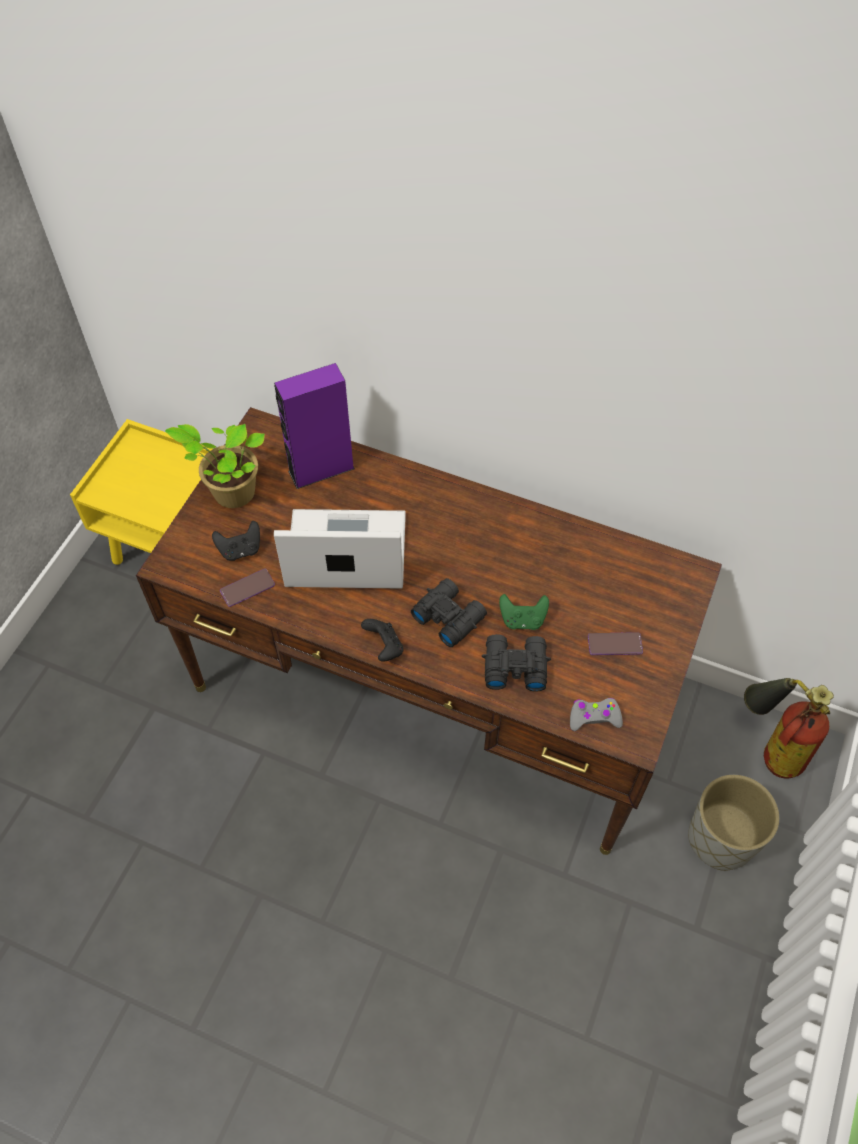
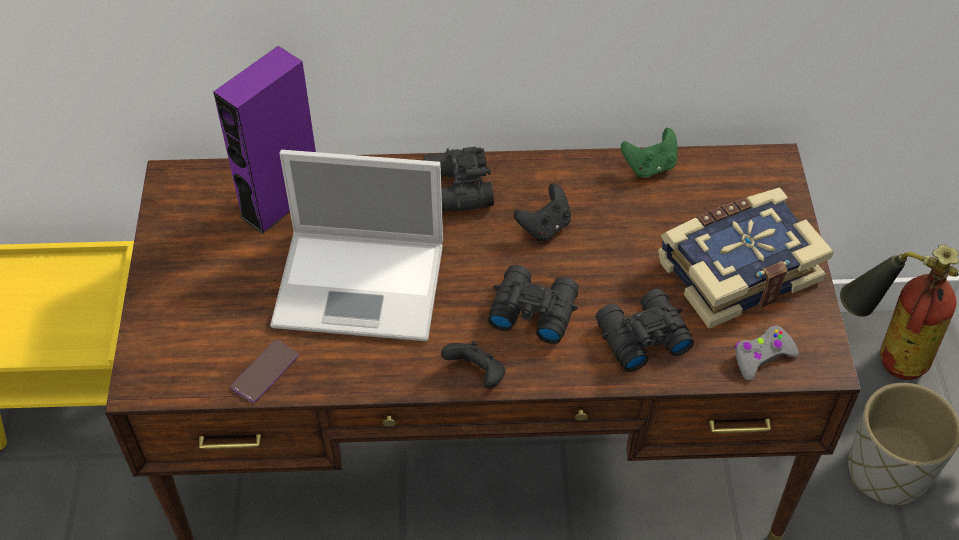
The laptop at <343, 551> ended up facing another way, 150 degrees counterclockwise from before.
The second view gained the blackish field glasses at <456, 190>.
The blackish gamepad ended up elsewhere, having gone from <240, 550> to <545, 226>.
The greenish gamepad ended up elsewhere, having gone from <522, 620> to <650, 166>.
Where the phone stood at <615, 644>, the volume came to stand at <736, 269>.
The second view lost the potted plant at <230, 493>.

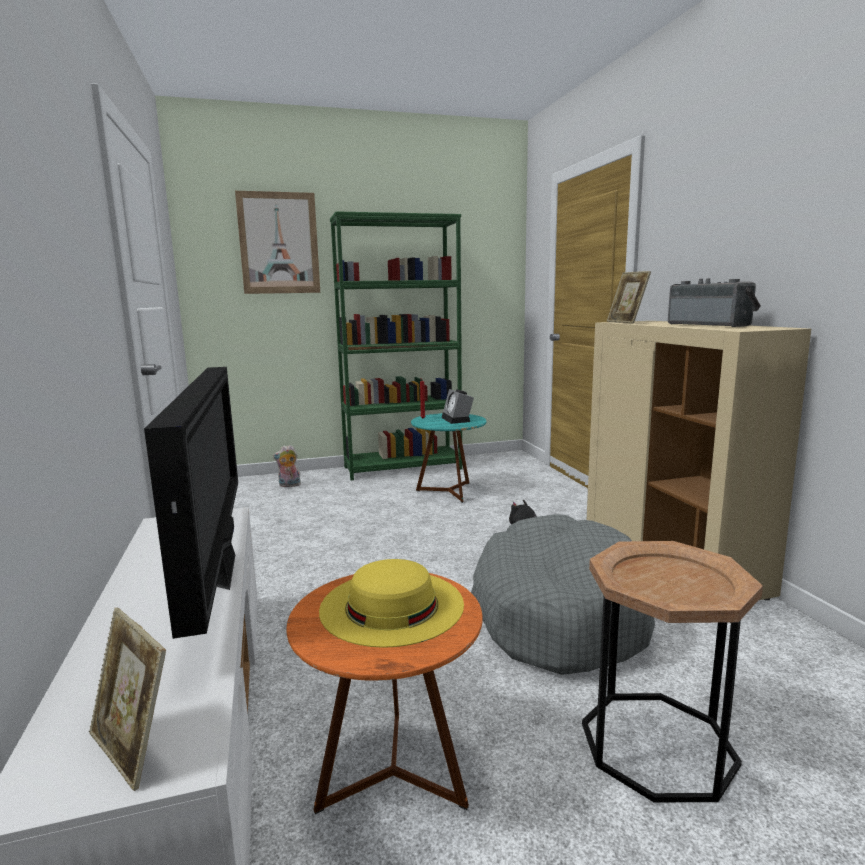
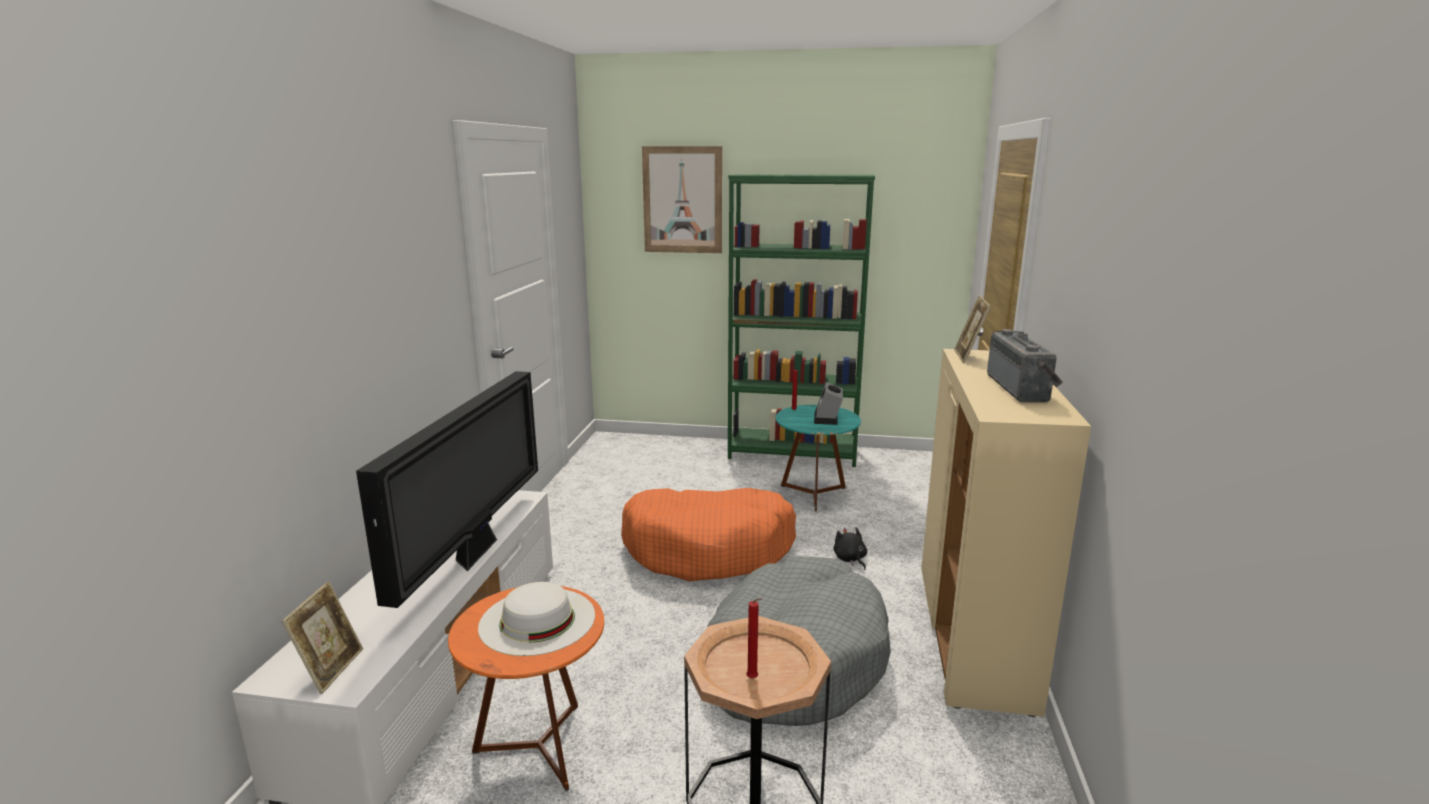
The picture frame at <134, 748> ended up facing another way, 150 degrees counterclockwise from before.
What was the yellow hat at <392, 605> turned into the white hat at <537, 620>.
The second view gained the orange-coloured pet bed at <709, 549>.
The second view gained the red candle at <753, 679>.
The second view lost the cuddly toy at <289, 485>.

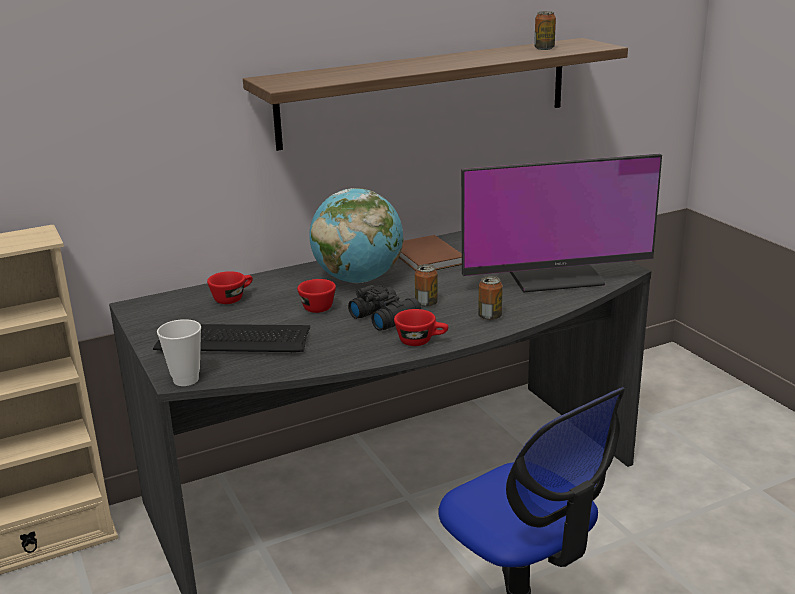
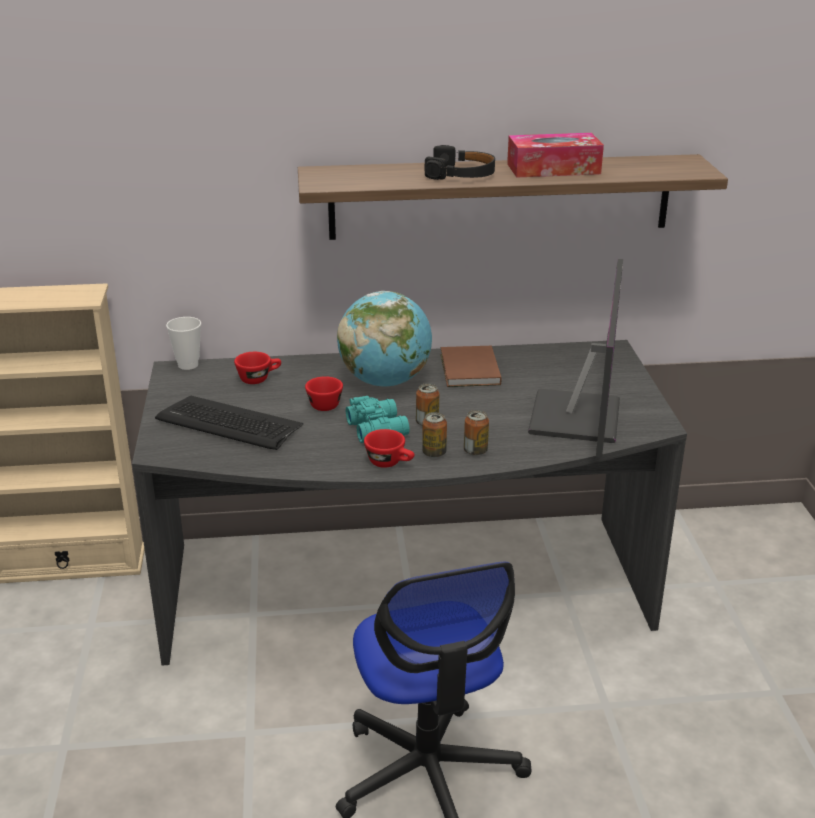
The cup ended up elsewhere, having gone from <186, 380> to <188, 365>.
What was the blackish field glasses at <385, 316> turned into the turquoise field glasses at <378, 428>.
The sealed can ended up elsewhere, having gone from <544, 48> to <434, 453>.
The second view gained the blackish headset at <461, 174>.
The second view gained the tissue holder at <553, 169>.
The computer display at <553, 275> ended up facing another way, 90 degrees counterclockwise from before.

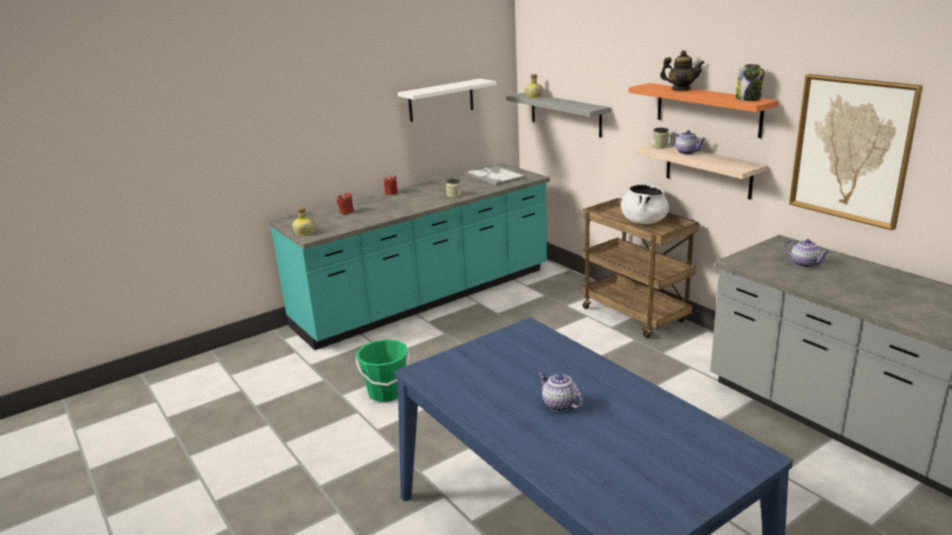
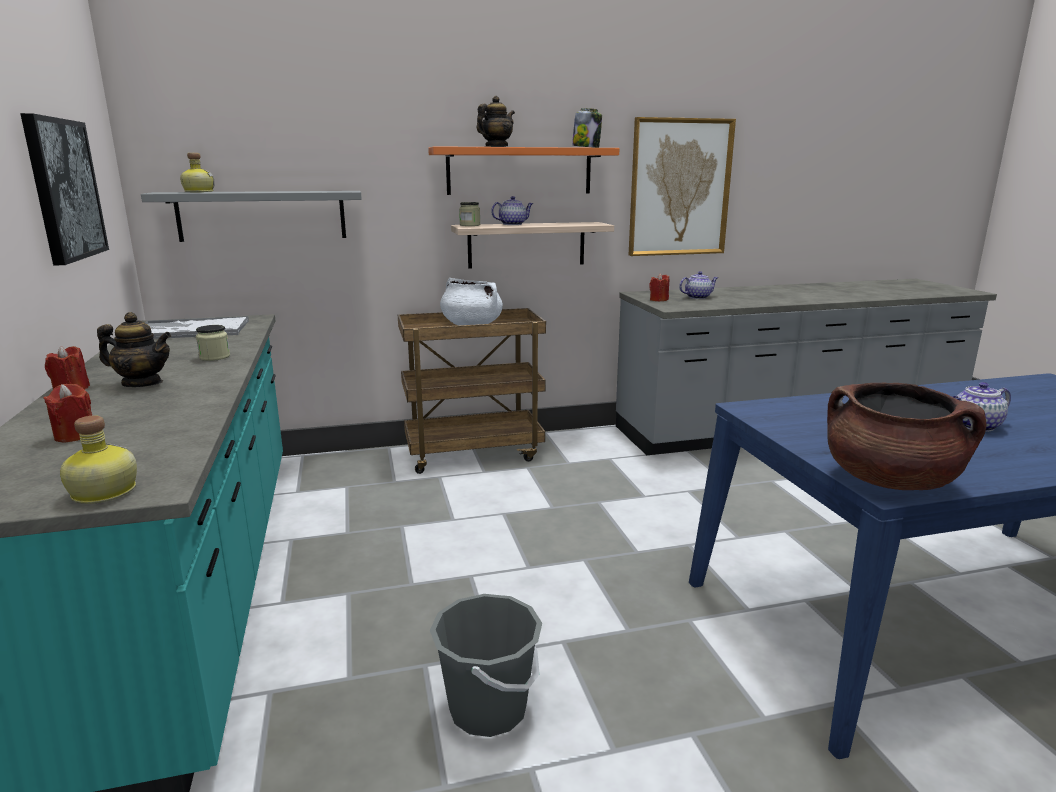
Where the white wall shelf hung at <441, 100>, the wall art came to hang at <64, 189>.
The second view gained the tea pot at <142, 383>.
What was the greenish pail at <386, 392> turned into the greyish pail at <488, 709>.
The second view gained the red candle at <658, 300>.
The second view gained the brownish cooking pot at <890, 481>.

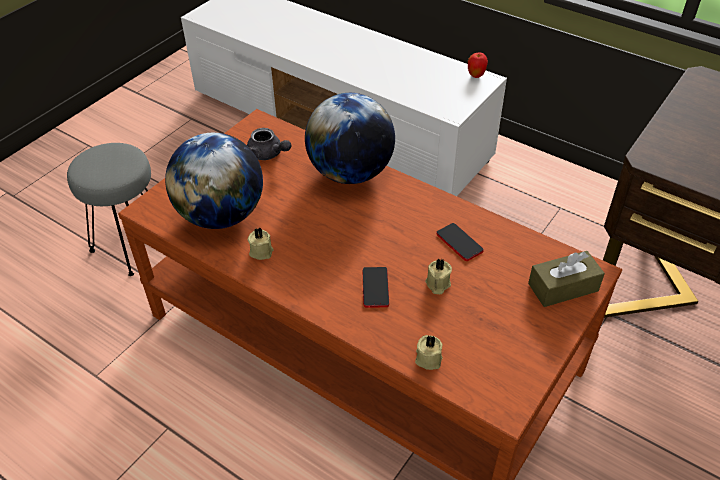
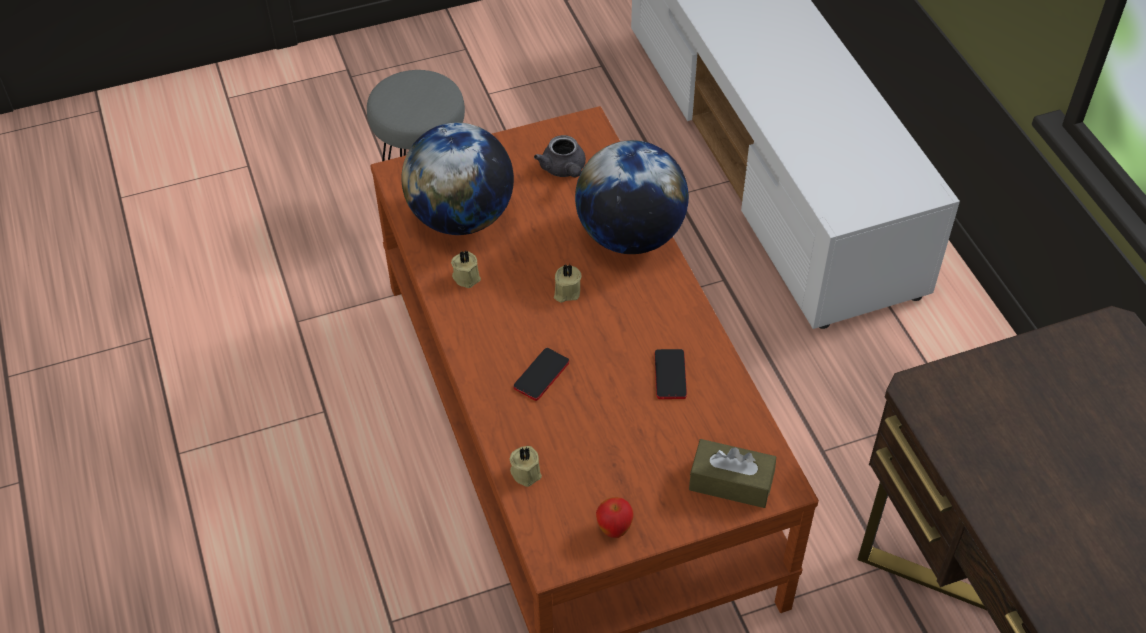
The sand-coloured candle ended up elsewhere, having gone from <437, 284> to <566, 292>.
The apple fruit ended up elsewhere, having gone from <476, 75> to <614, 530>.

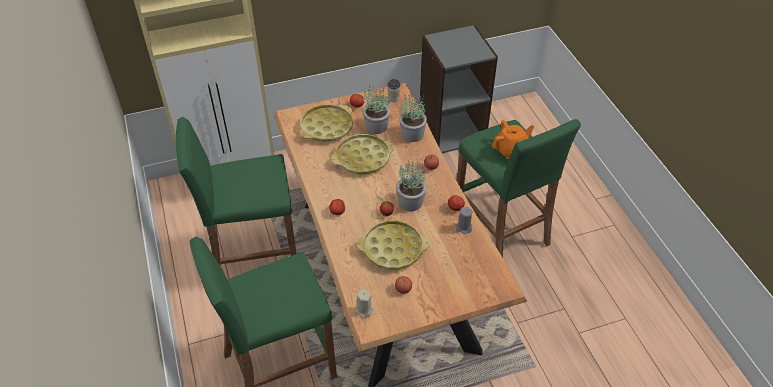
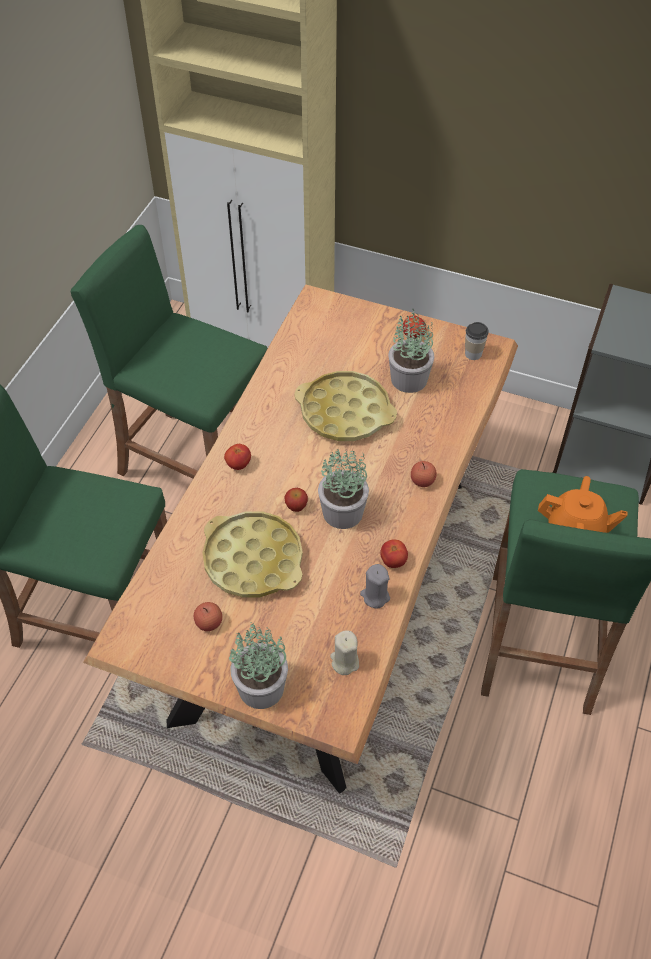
The potted plant ended up elsewhere, having gone from <412, 134> to <262, 687>.
The sand-coloured candle ended up elsewhere, having gone from <364, 310> to <344, 661>.
The second view lost the yellow carrying tray at <326, 127>.

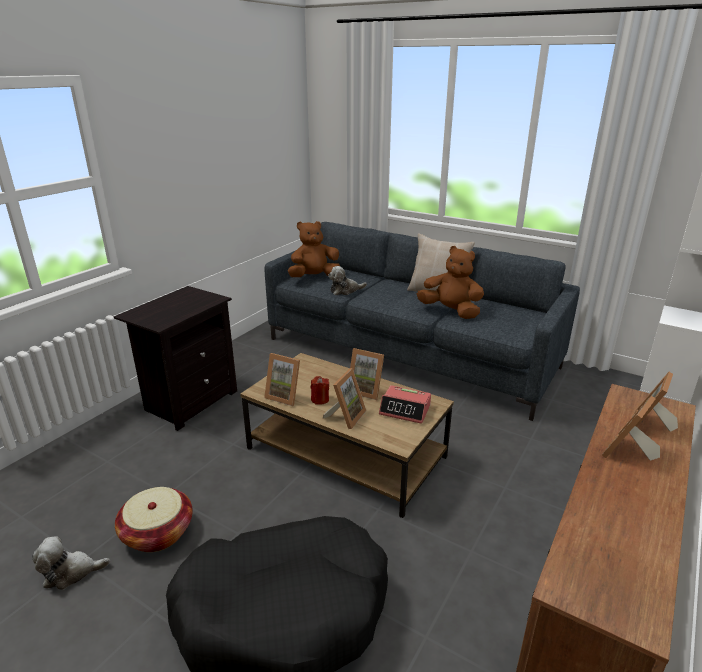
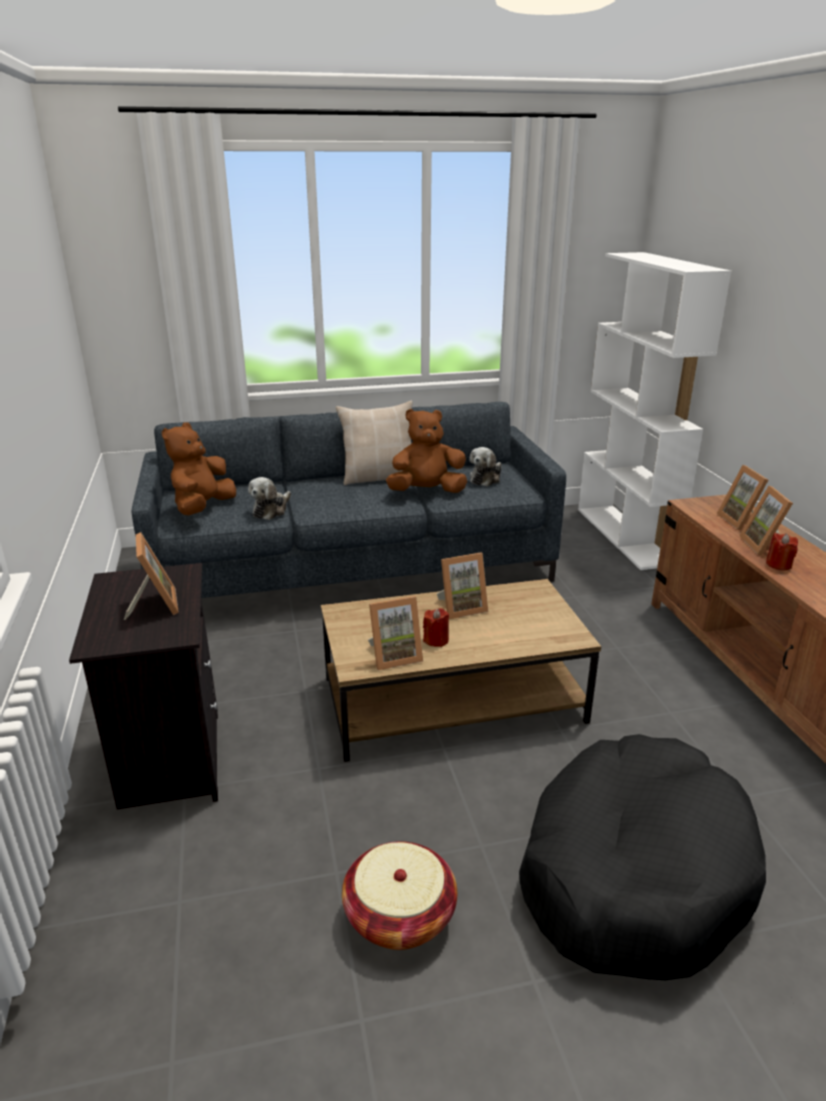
The picture frame ended up elsewhere, having gone from <346, 416> to <154, 605>.
The cuddly toy ended up elsewhere, having gone from <71, 572> to <486, 478>.
The second view gained the red candle at <778, 564>.
The second view lost the bedside clock at <405, 410>.

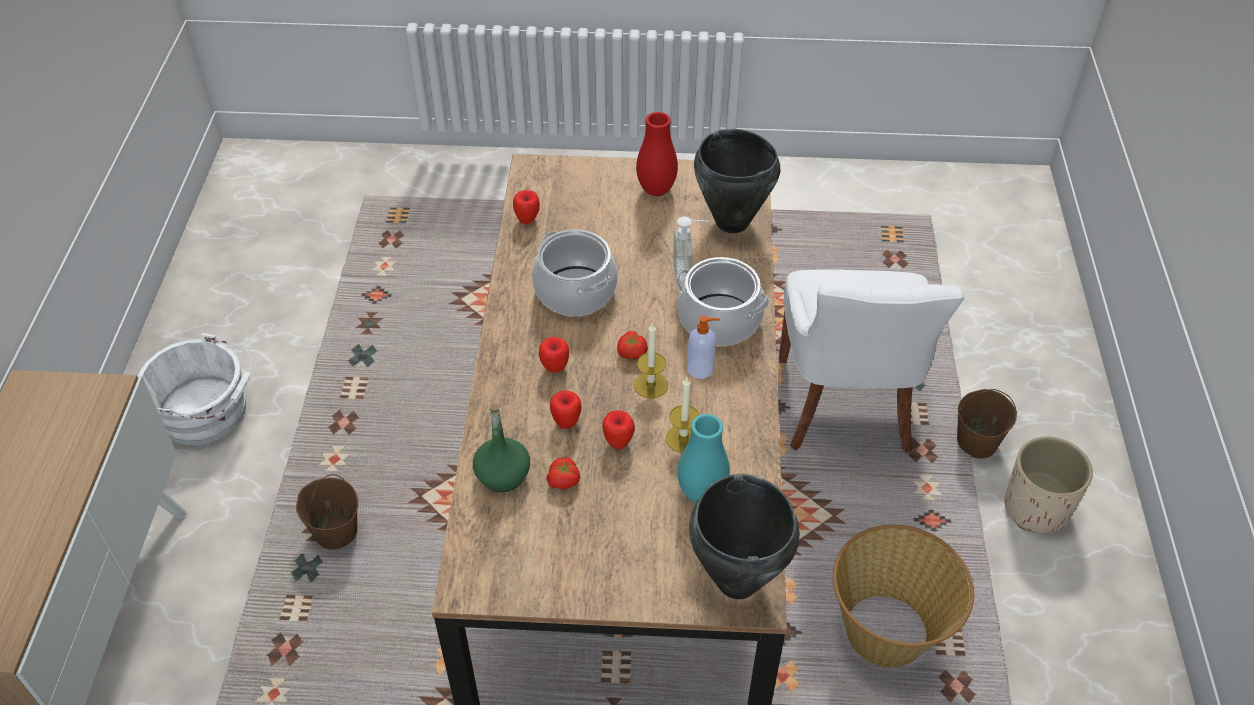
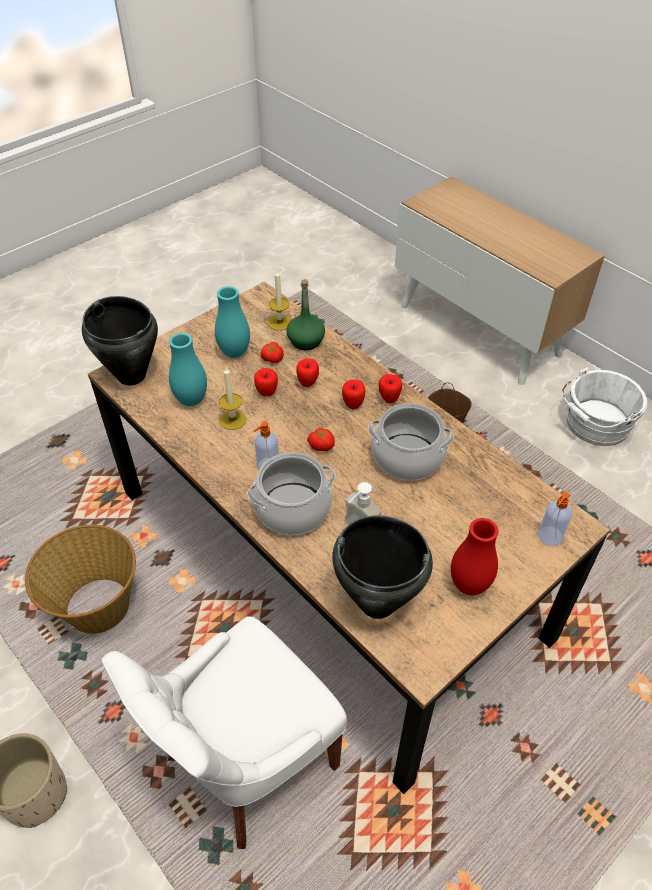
The white chair at <846, 408> ended up facing another way, 90 degrees counterclockwise from before.
The second view gained the turquoise flower vase at <234, 352>.
The candle ended up elsewhere, having gone from <651, 385> to <280, 322>.
The apple fruit ended up elsewhere, having gone from <527, 220> to <389, 399>.
The second view gained the soap dispenser at <549, 537>.
The second view lost the brownish pail at <976, 442>.

